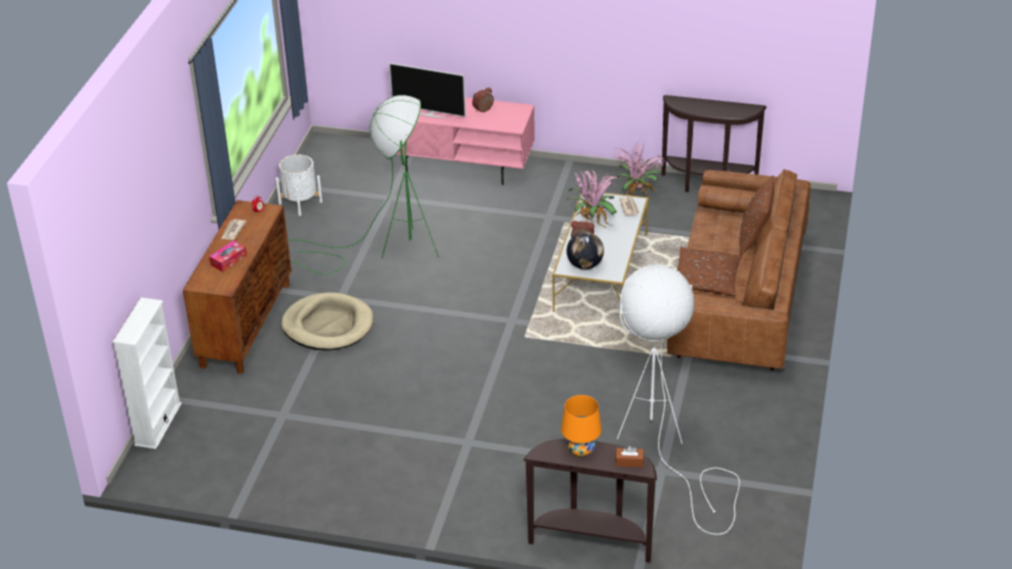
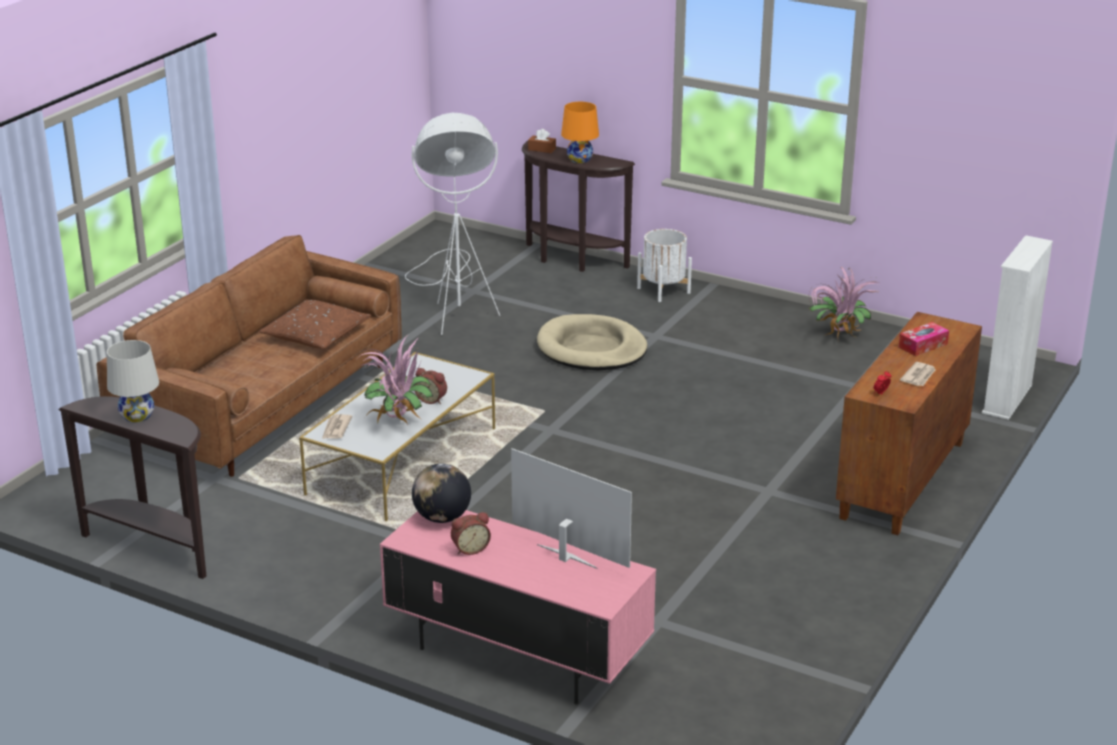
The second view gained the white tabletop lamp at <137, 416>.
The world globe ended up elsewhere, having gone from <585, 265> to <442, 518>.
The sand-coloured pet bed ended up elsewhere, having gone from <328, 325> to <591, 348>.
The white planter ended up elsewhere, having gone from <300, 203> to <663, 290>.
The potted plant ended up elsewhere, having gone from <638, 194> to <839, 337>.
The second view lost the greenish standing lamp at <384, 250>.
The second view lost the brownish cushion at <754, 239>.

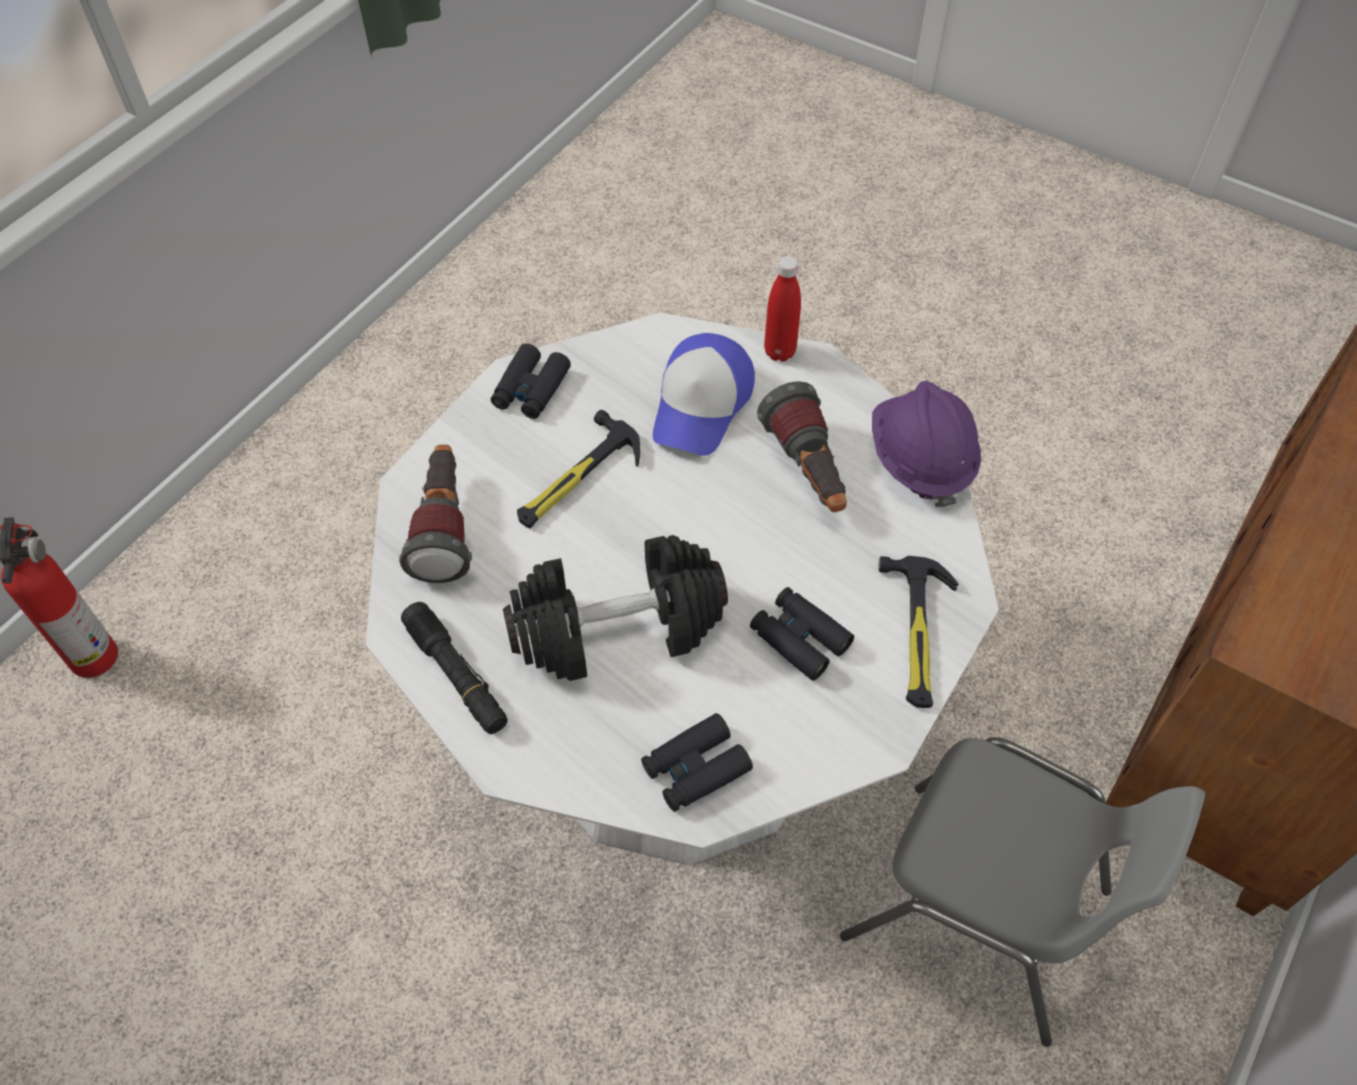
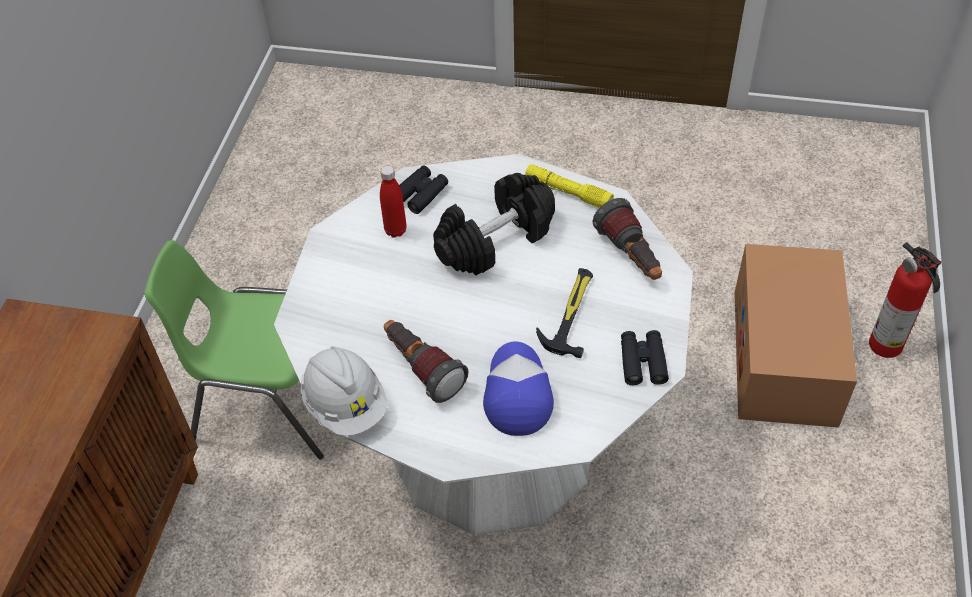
What was the greyish chair at <981, 915> turned into the greenish chair at <268, 401>.
What was the purple-coloured hard hat at <920, 460> turned into the white hard hat at <346, 405>.
The red drink bottle ended up elsewhere, having gone from <779, 352> to <395, 230>.
What was the blackish hand torch at <456, 675> turned into the yellow hand torch at <567, 192>.
The second view gained the packing box at <784, 356>.
The second view lost the blackish field glasses at <799, 638>.
The second view lost the tool hammer at <917, 634>.

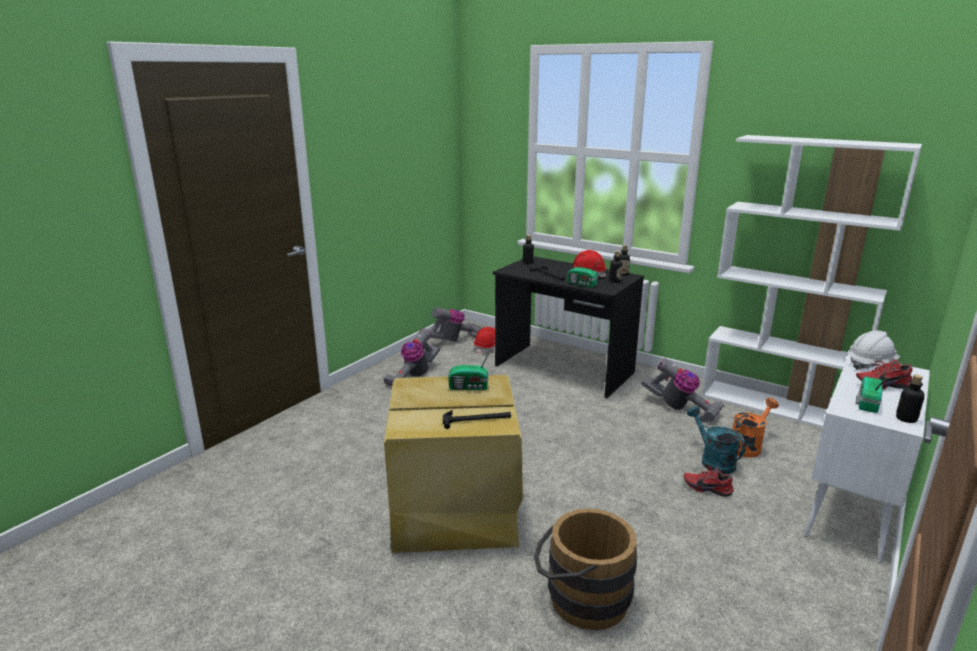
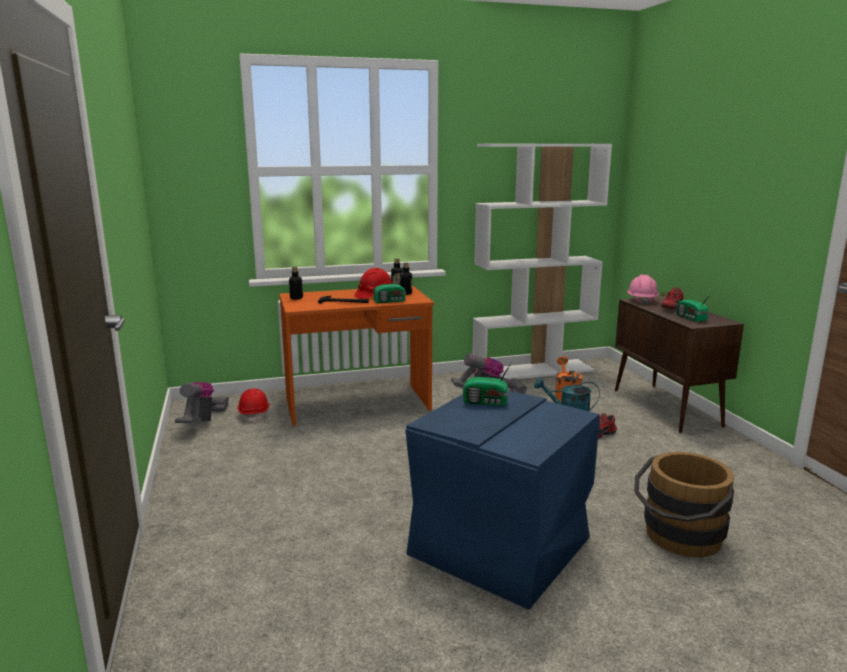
What was the blackish desk at <563, 370> turned into the orange-coloured desk at <358, 404>.
What was the sand-coloured storage bin at <456, 510> turned into the blue-coloured storage bin at <503, 545>.
The radio receiver at <469, 387> ended up facing another way, 60 degrees clockwise from before.
What was the white cabinet at <851, 509> turned into the brownish cabinet at <666, 408>.
What was the white hard hat at <870, 364> turned into the pinkish hard hat at <641, 301>.
The second view lost the hoover at <414, 376>.
The second view lost the tool hammer at <476, 419>.
The second view lost the drink bottle at <906, 419>.

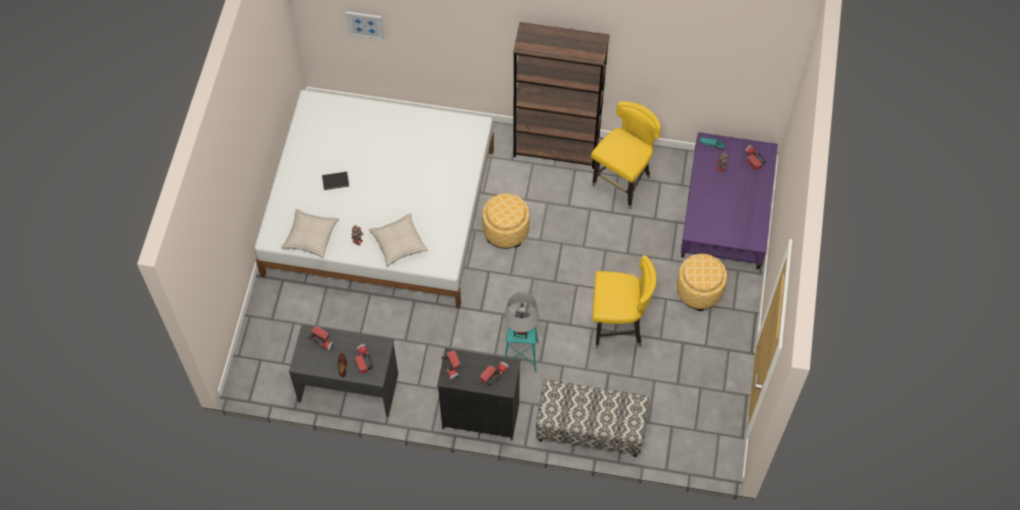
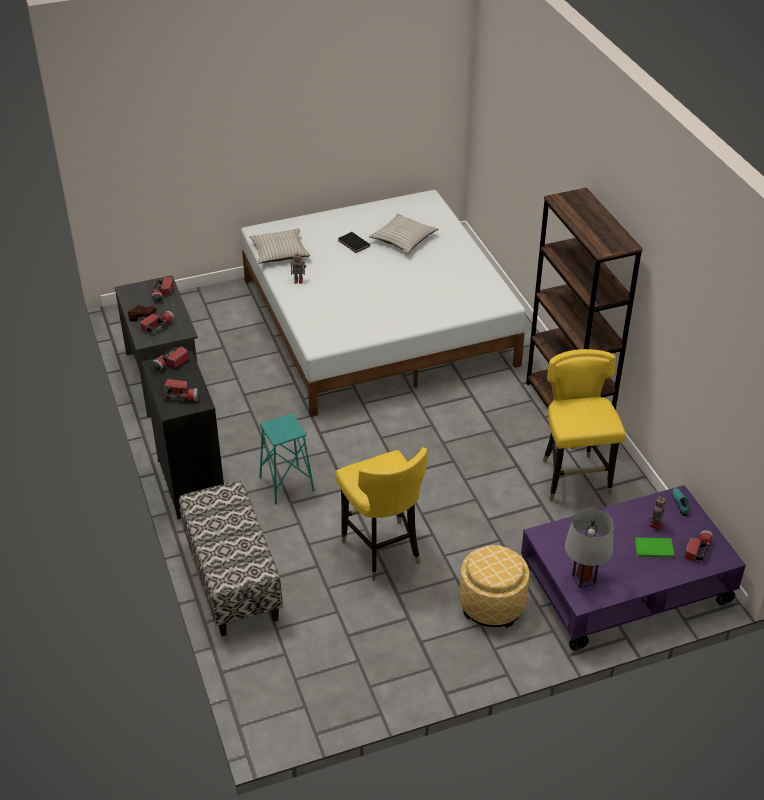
The sand-coloured cushion ended up elsewhere, having gone from <399, 243> to <403, 239>.
The yellow chair at <622, 184> ended up facing another way, 105 degrees counterclockwise from before.
The greyish tabletop lamp ended up elsewhere, having gone from <521, 332> to <583, 579>.
The second view gained the greenish volume at <654, 549>.
The second view lost the wall art at <365, 24>.
The second view lost the ottoman at <505, 230>.

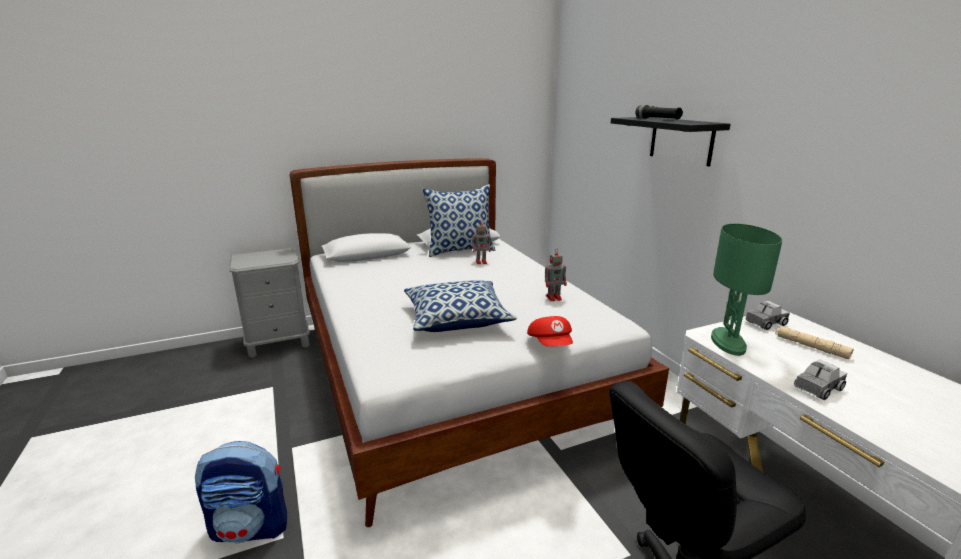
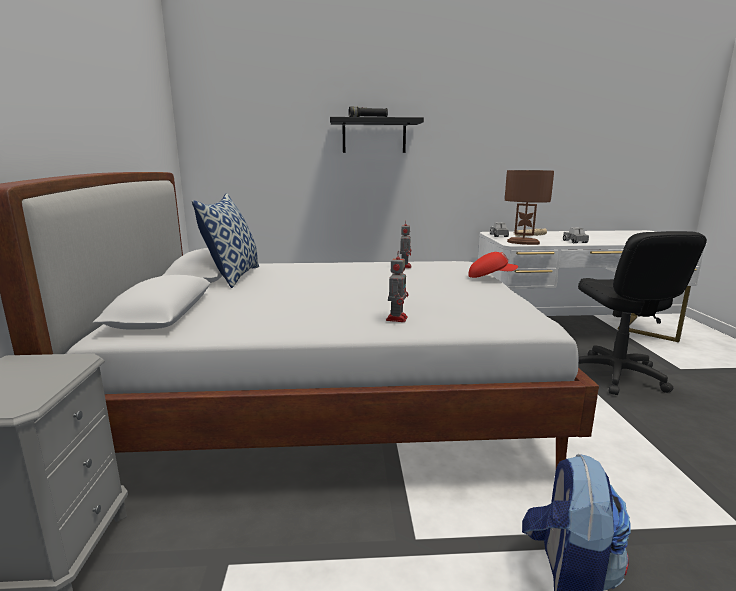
The robot figure ended up elsewhere, having gone from <482, 262> to <397, 318>.
What was the greenish tabletop lamp at <727, 342> turned into the brownish tabletop lamp at <523, 243>.
The second view lost the cushion at <457, 319>.

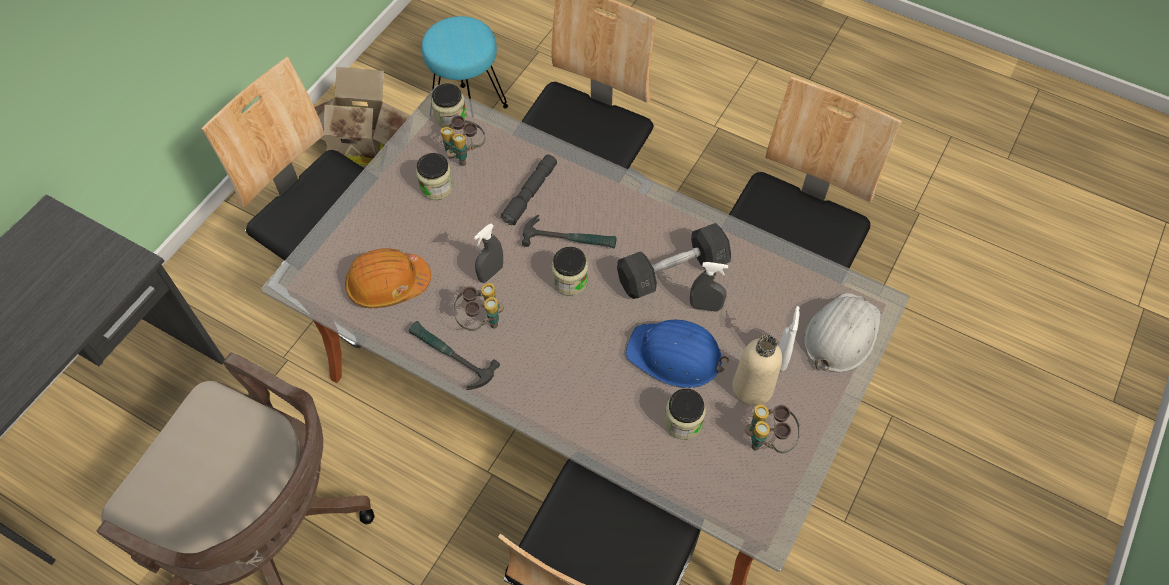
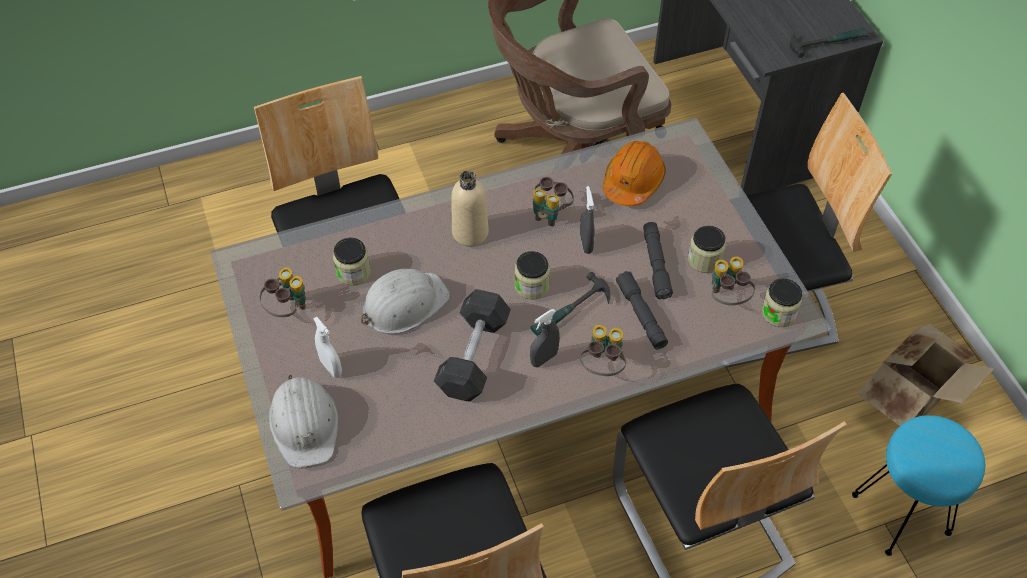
What was the blue-coloured hard hat at <675, 356> turned into the white hard hat at <404, 304>.
The sand-coloured drink bottle ended up elsewhere, having gone from <752, 388> to <470, 233>.
The greyish hand sprayer ended up elsewhere, having gone from <705, 306> to <544, 359>.
The second view gained the field glasses at <602, 367>.
The second view gained the greyish hand torch at <656, 264>.
The tool hammer ended up elsewhere, having gone from <450, 356> to <827, 42>.

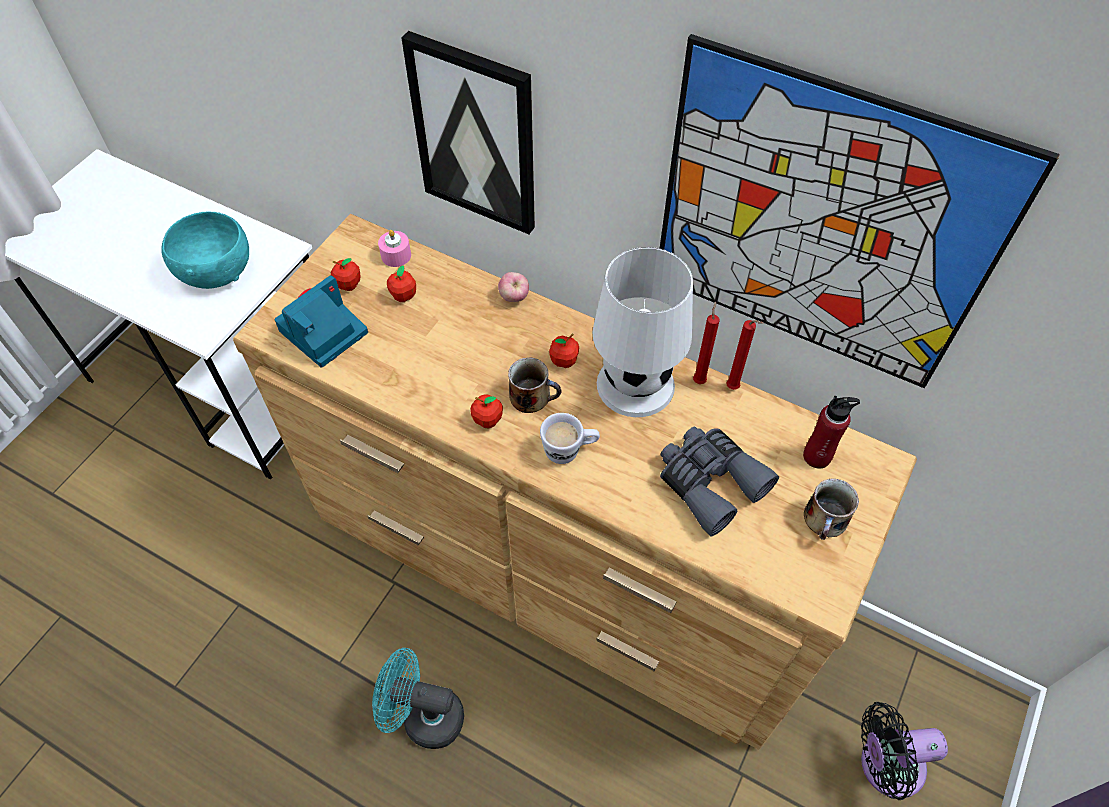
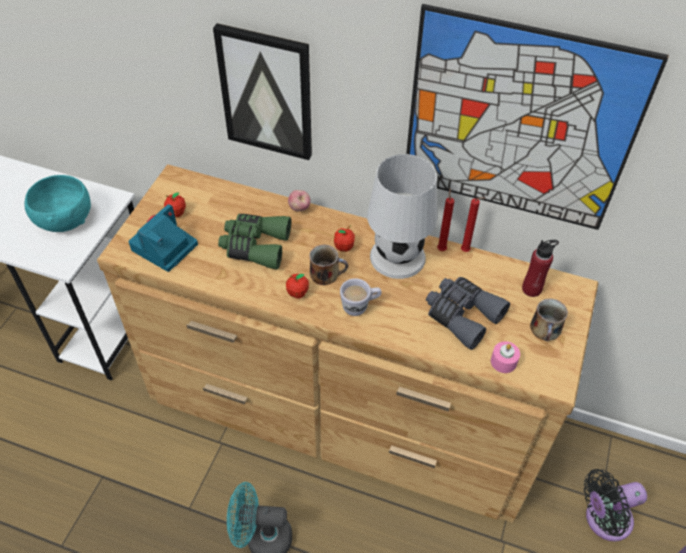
The second view gained the greenish field glasses at <255, 246>.
The pinkish candle ended up elsewhere, having gone from <396, 255> to <503, 361>.
The second view lost the apple fruit at <403, 296>.

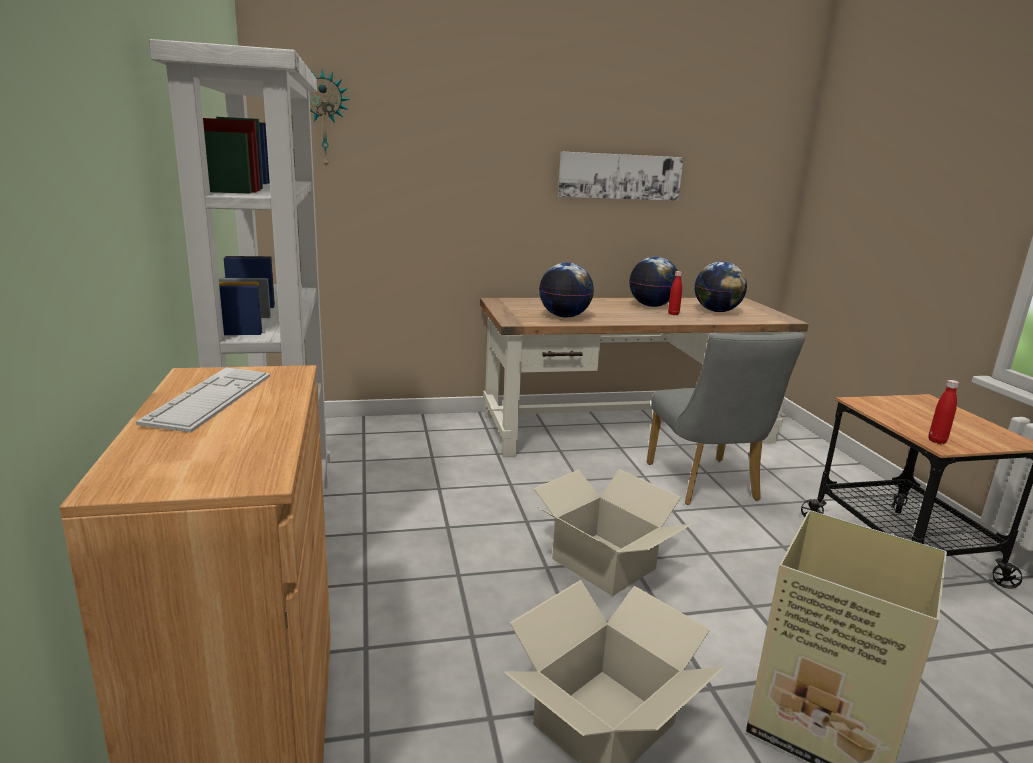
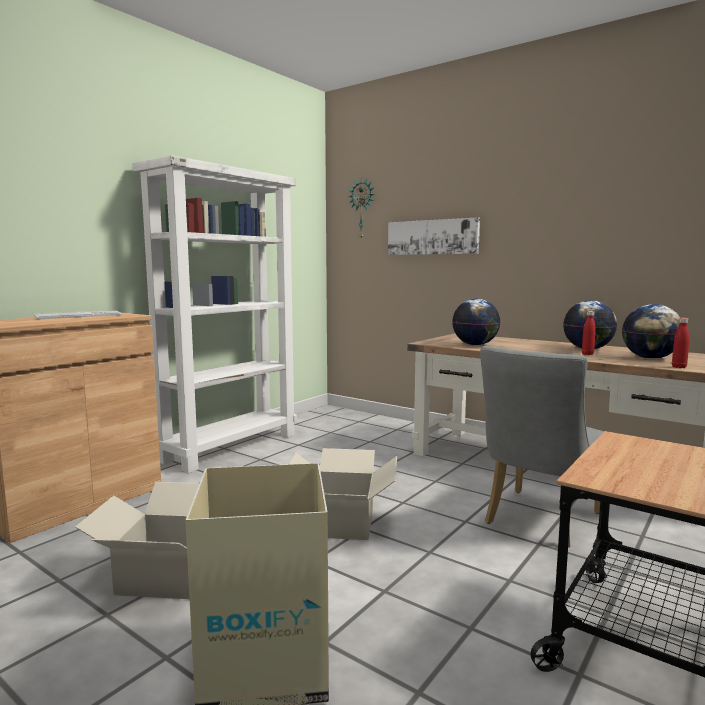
The wall art ended up elsewhere, having gone from <620, 176> to <432, 237>.
The red drink bottle ended up elsewhere, having gone from <937, 441> to <679, 367>.

